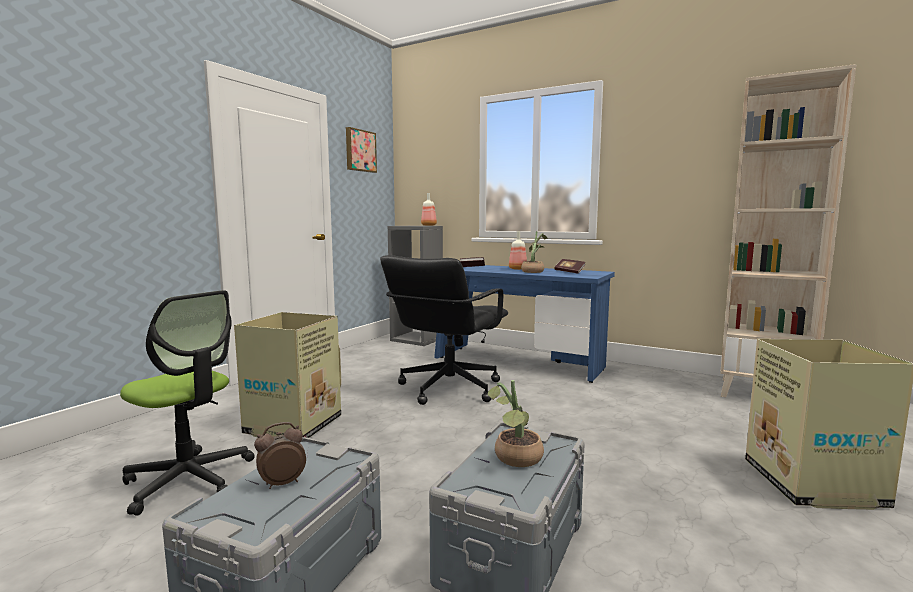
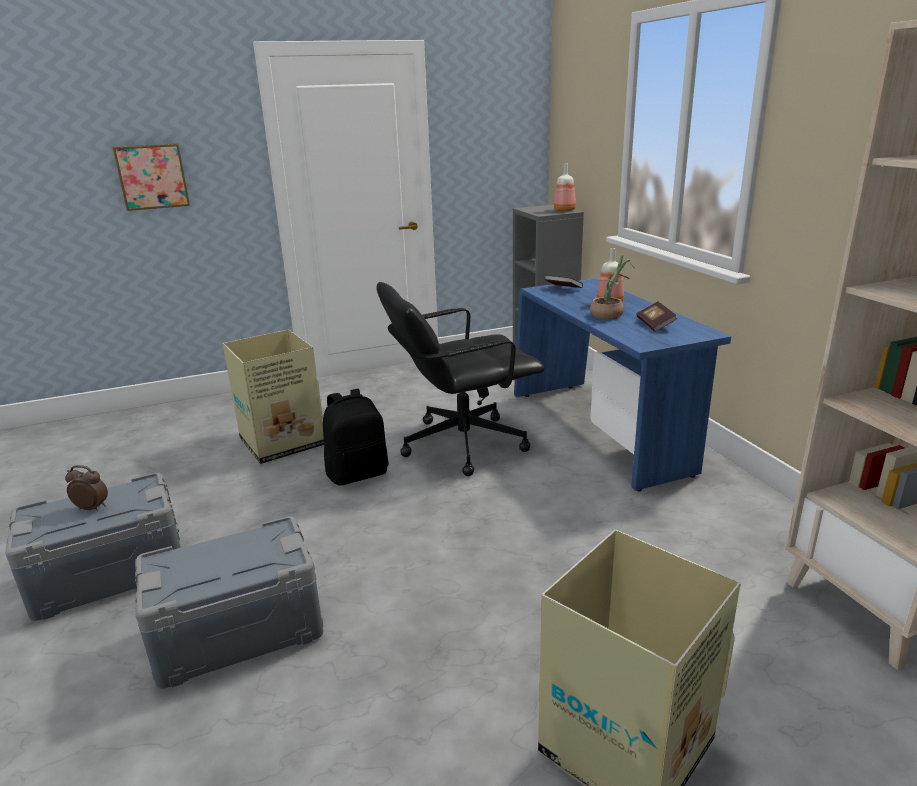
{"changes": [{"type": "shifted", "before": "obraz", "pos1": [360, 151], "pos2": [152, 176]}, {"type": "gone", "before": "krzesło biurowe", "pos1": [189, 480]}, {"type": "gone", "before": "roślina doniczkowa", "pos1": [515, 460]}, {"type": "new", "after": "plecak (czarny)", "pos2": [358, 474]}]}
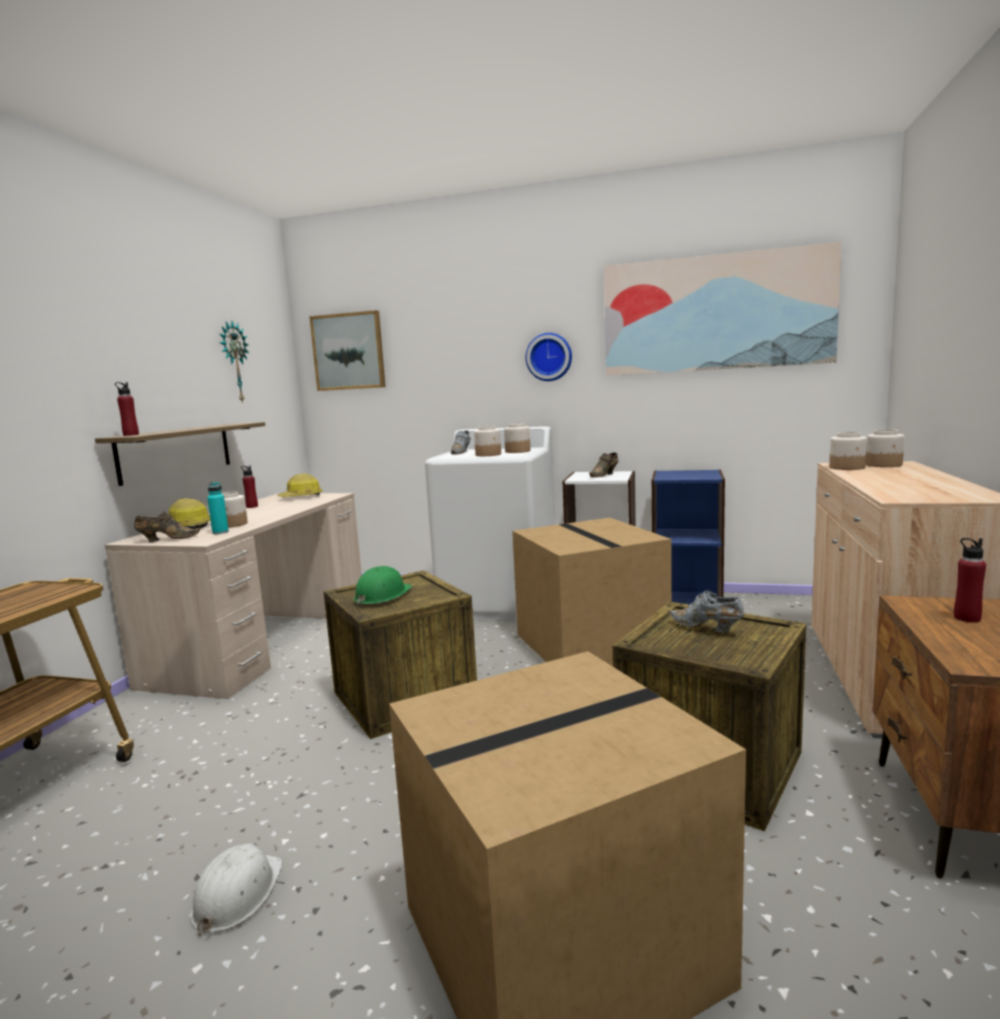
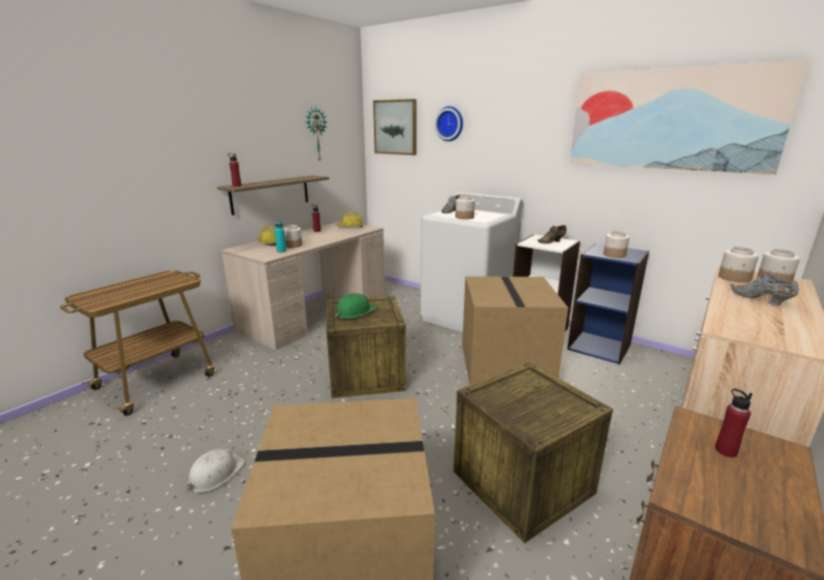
{"changes": [{"type": "shifted", "before": "zegar ścienny", "pos1": [549, 357], "pos2": [450, 124]}, {"type": "shifted", "before": "słoik", "pos1": [517, 451], "pos2": [614, 255]}, {"type": "gone", "before": "but (brązowy)", "pos1": [166, 539]}, {"type": "shifted", "before": "but (szary)", "pos1": [707, 628], "pos2": [761, 300]}]}
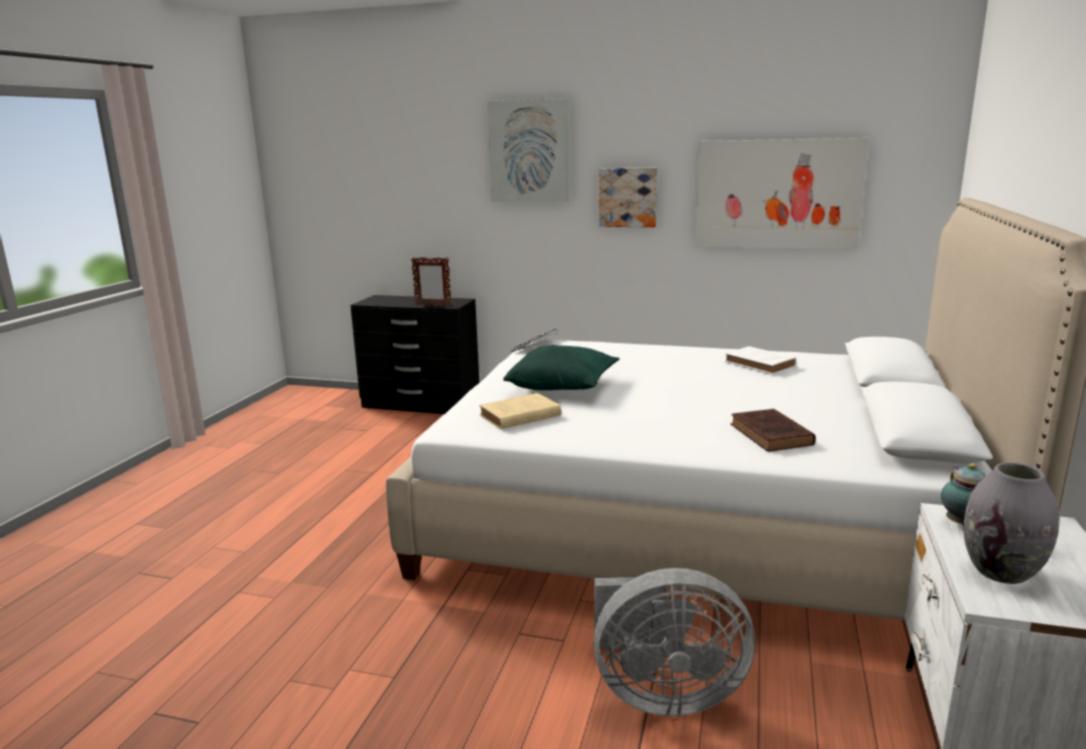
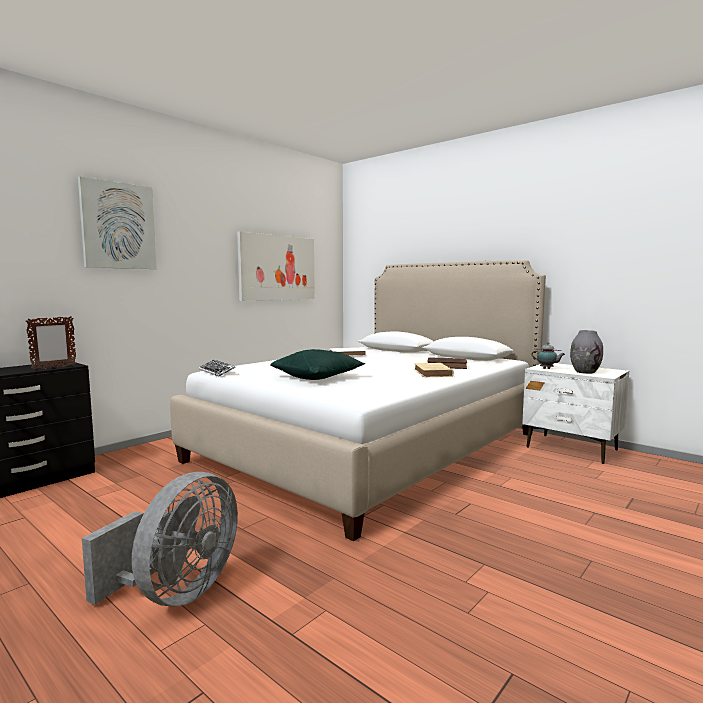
{"changes": [{"type": "gone", "before": "obraz", "pos1": [628, 197]}, {"type": "shifted", "before": "książka (beżowy)", "pos1": [518, 416], "pos2": [433, 373]}, {"type": "shifted", "before": "wentylator (szary)", "pos1": [662, 694], "pos2": [176, 593]}]}
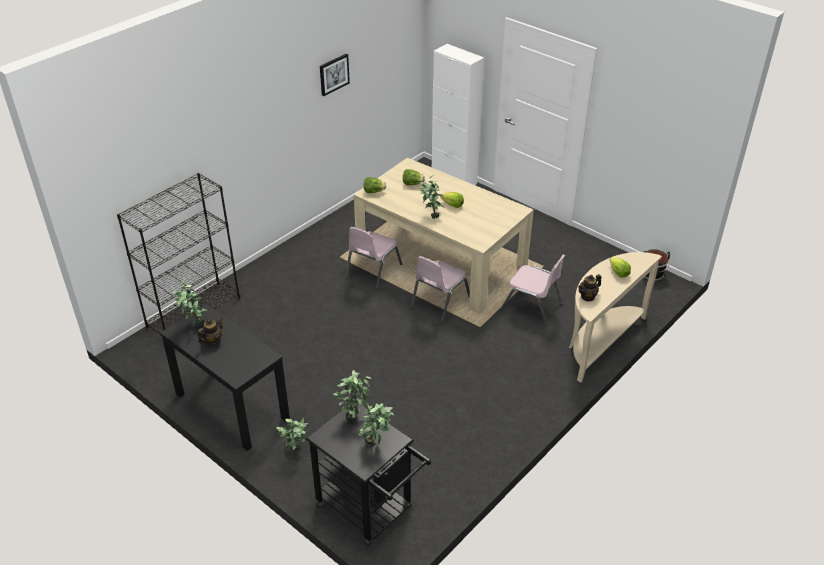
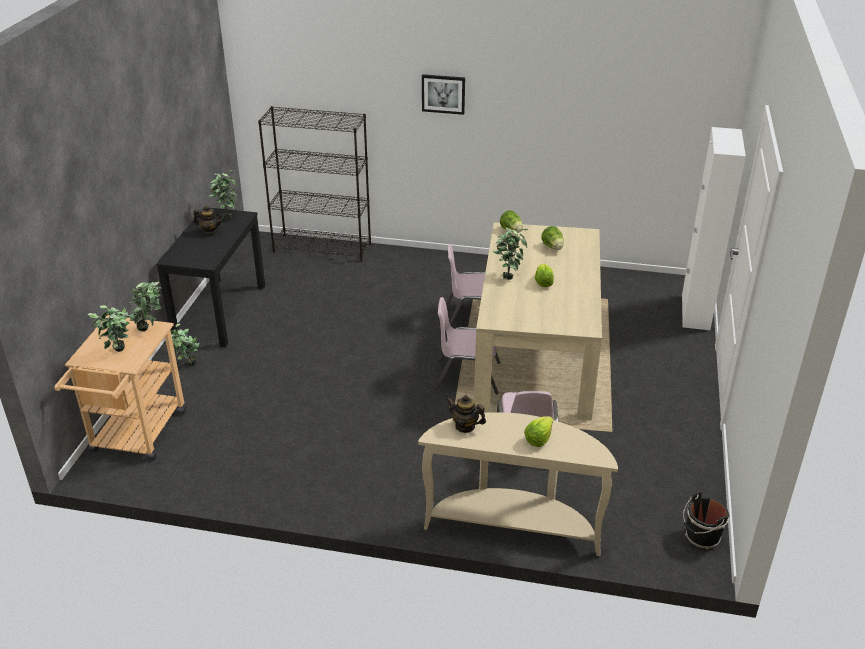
{"changes": [{"type": "shifted", "before": "obraz", "pos1": [333, 74], "pos2": [443, 94]}, {"type": "repainted", "before": "wózek (czarny)", "after": "wózek (beżowy)", "pos1": [370, 511], "pos2": [135, 437]}]}
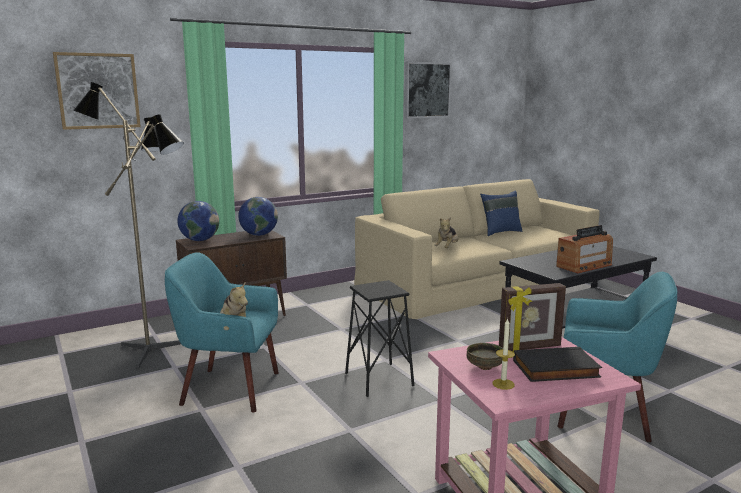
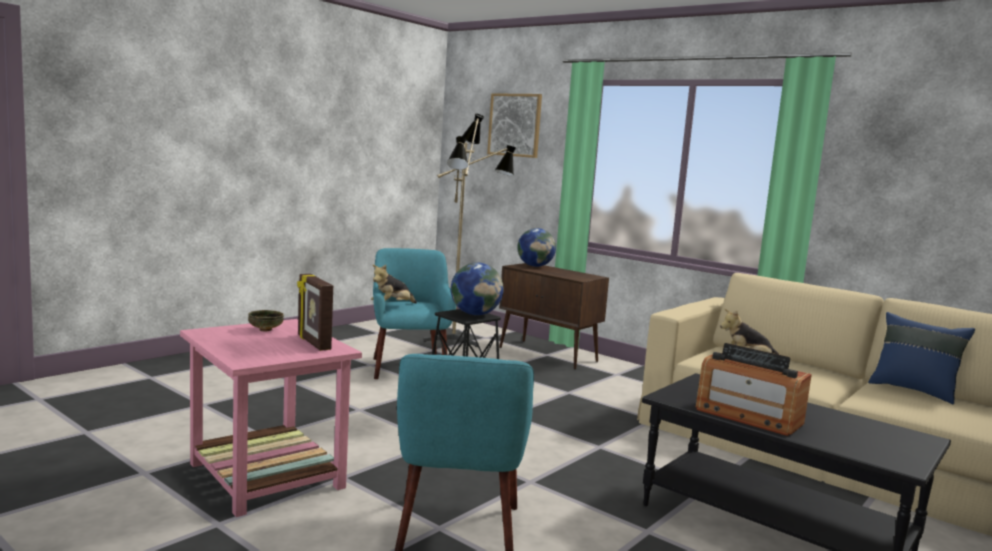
{"changes": [{"type": "gone", "before": "obraz", "pos1": [427, 90]}, {"type": "shifted", "before": "globus", "pos1": [259, 235], "pos2": [475, 314]}, {"type": "gone", "before": "świeca", "pos1": [503, 384]}, {"type": "gone", "before": "książka (czarny)", "pos1": [555, 370]}]}
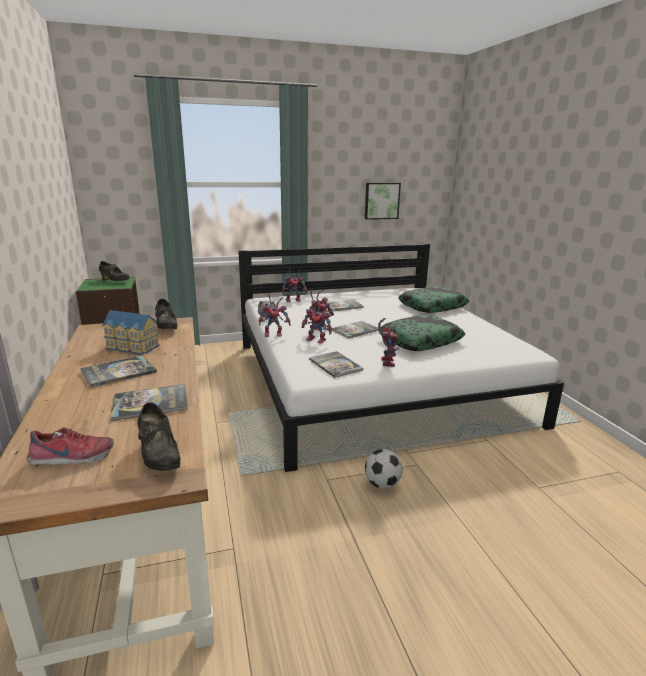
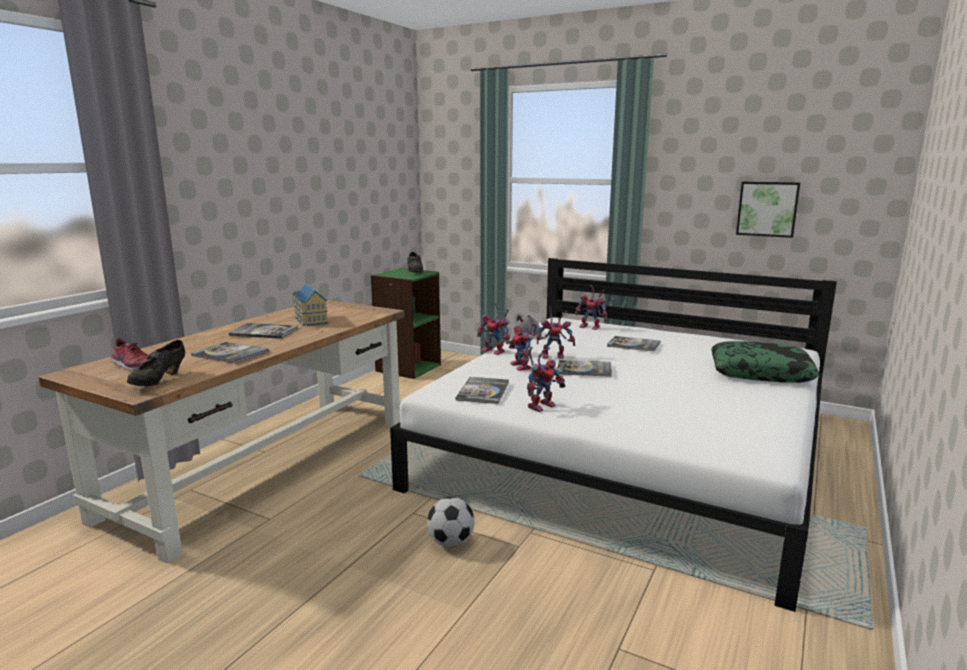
{"changes": [{"type": "gone", "before": "but (czarny)", "pos1": [166, 327]}, {"type": "gone", "before": "poduszka", "pos1": [420, 341]}]}
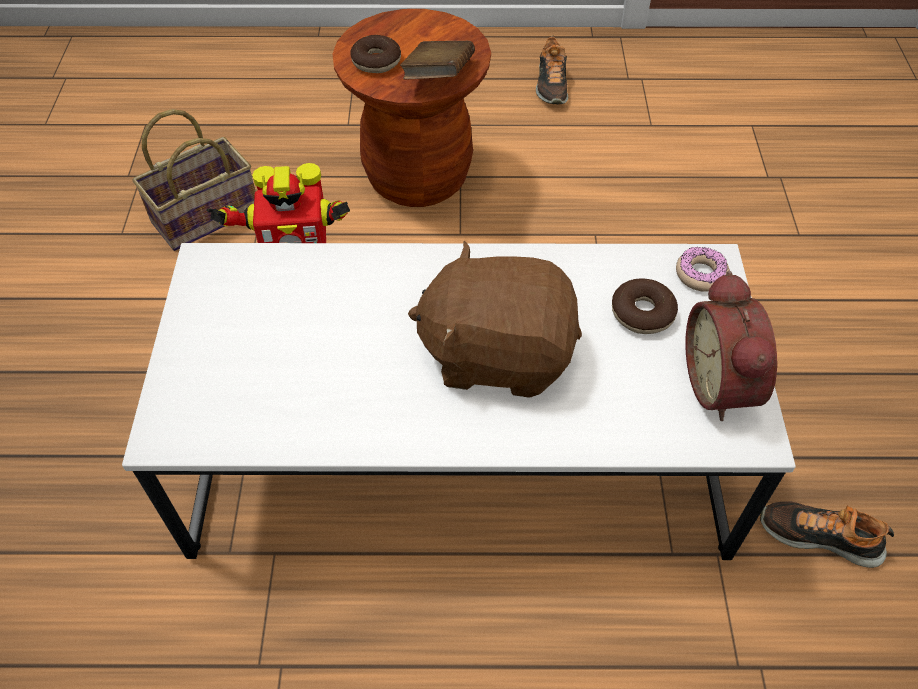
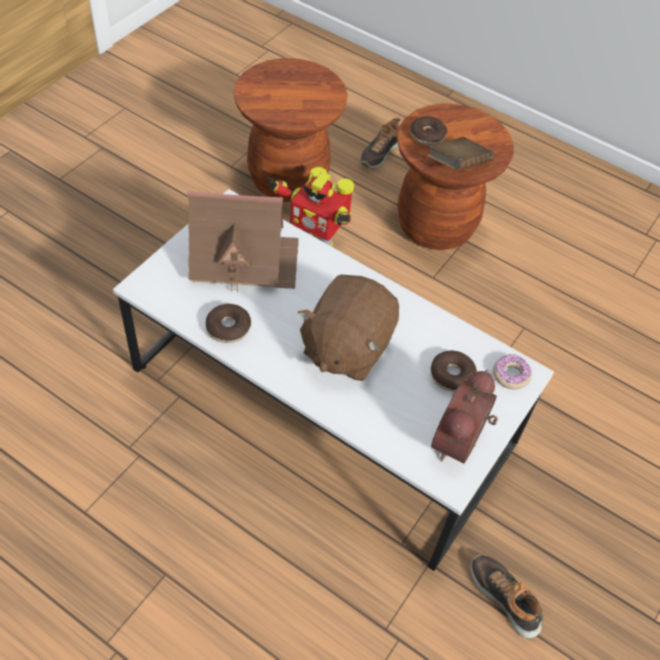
{"changes": [{"type": "shifted", "before": "but", "pos1": [551, 85], "pos2": [380, 152]}, {"type": "swapped", "before": "koszyk", "after": "stołek (brązowy)", "pos1": [207, 213], "pos2": [288, 180]}, {"type": "rotated", "before": "pluszak (brązowy)", "pos1": [497, 353], "pos2": [346, 347], "turn": -105}, {"type": "new", "after": "domek", "pos2": [244, 260]}, {"type": "new", "after": "donut", "pos2": [228, 328]}]}
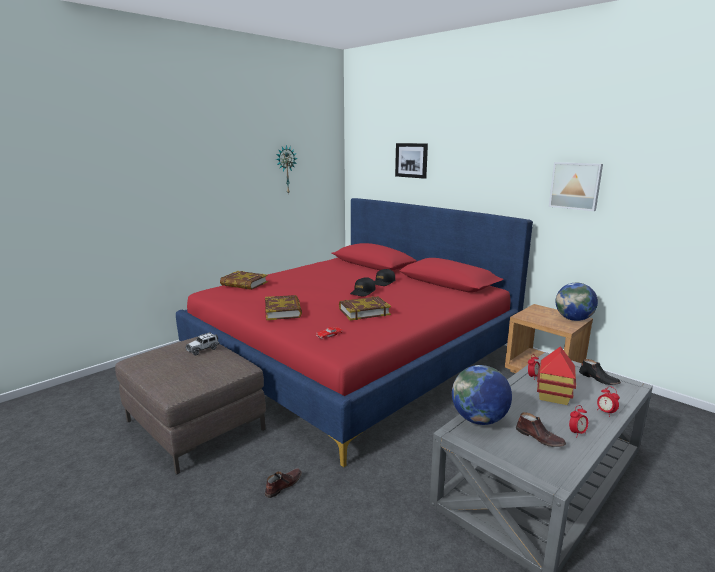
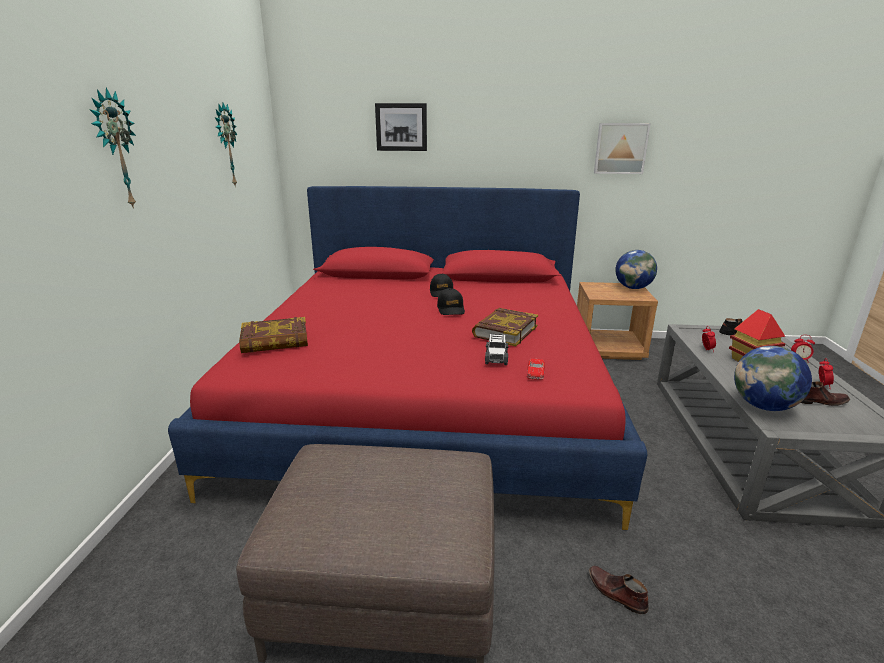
{"changes": [{"type": "gone", "before": "książka", "pos1": [283, 311]}, {"type": "shifted", "before": "samochodzik", "pos1": [203, 349], "pos2": [496, 357]}, {"type": "rotated", "before": "but (brązowy)", "pos1": [283, 485], "pos2": [616, 593], "turn": -45}, {"type": "new", "after": "zegar ścienny", "pos2": [115, 150]}]}
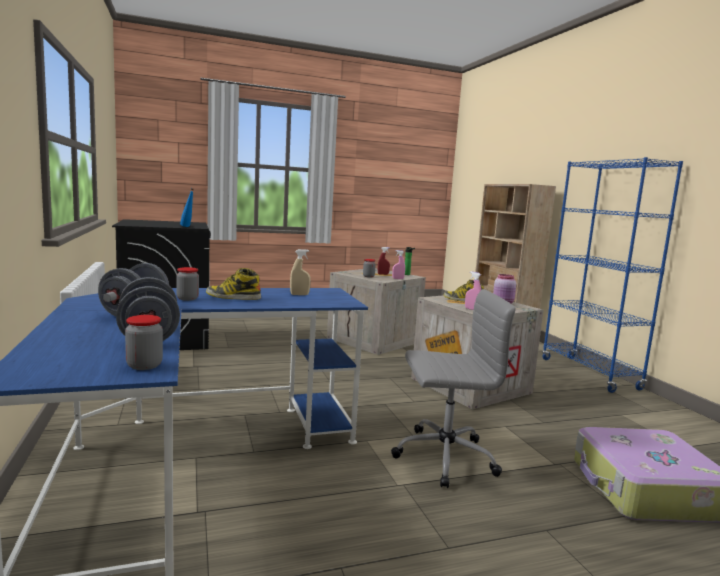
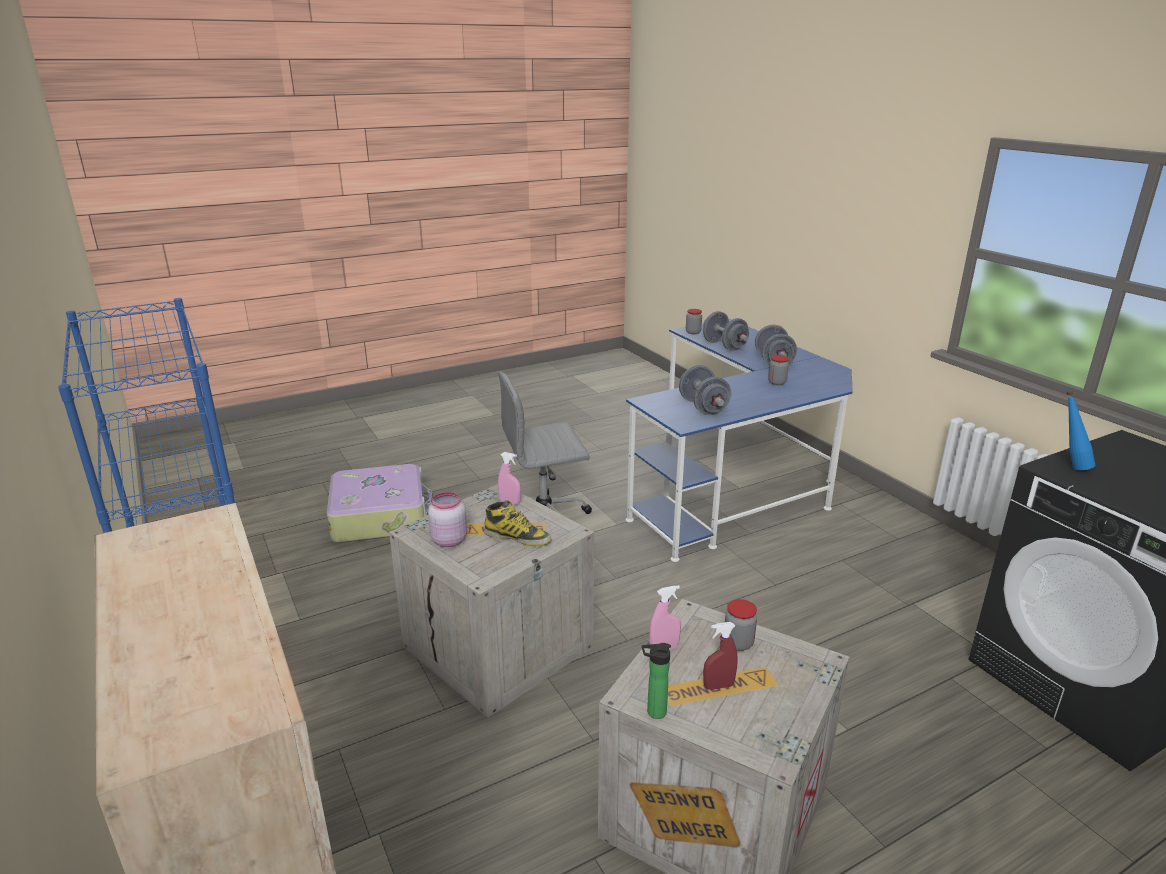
{"changes": [{"type": "swapped", "before": "spryskiwacz (beżowy)", "after": "hantel (szary)", "pos1": [299, 294], "pos2": [703, 407]}, {"type": "gone", "before": "but z cholewką", "pos1": [233, 297]}]}
